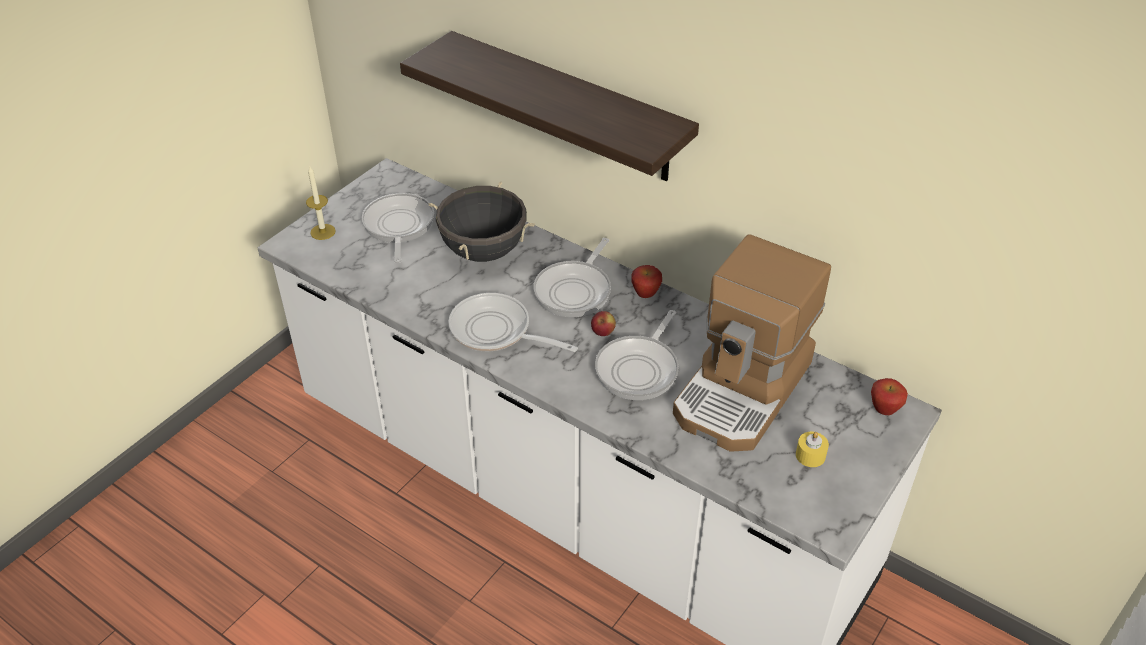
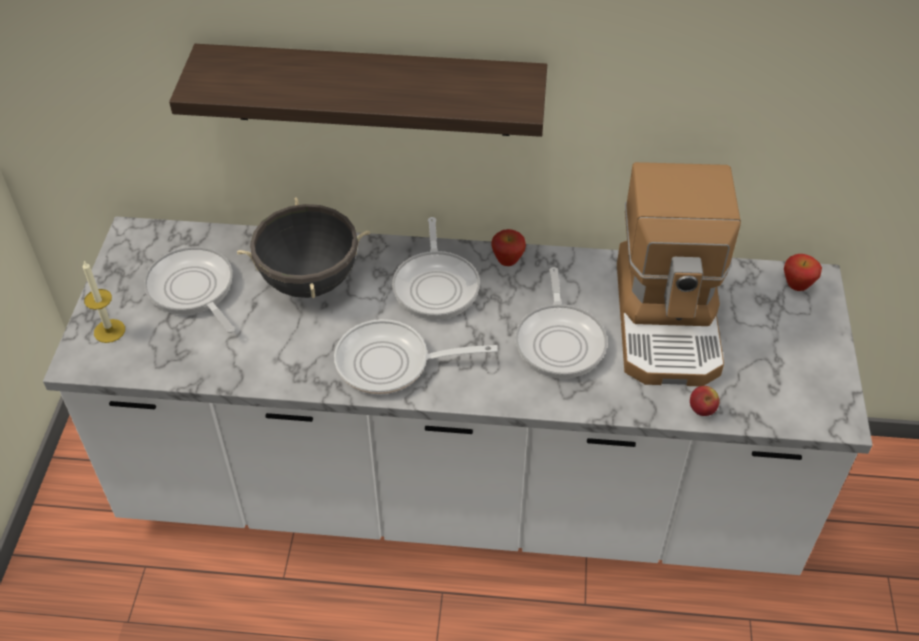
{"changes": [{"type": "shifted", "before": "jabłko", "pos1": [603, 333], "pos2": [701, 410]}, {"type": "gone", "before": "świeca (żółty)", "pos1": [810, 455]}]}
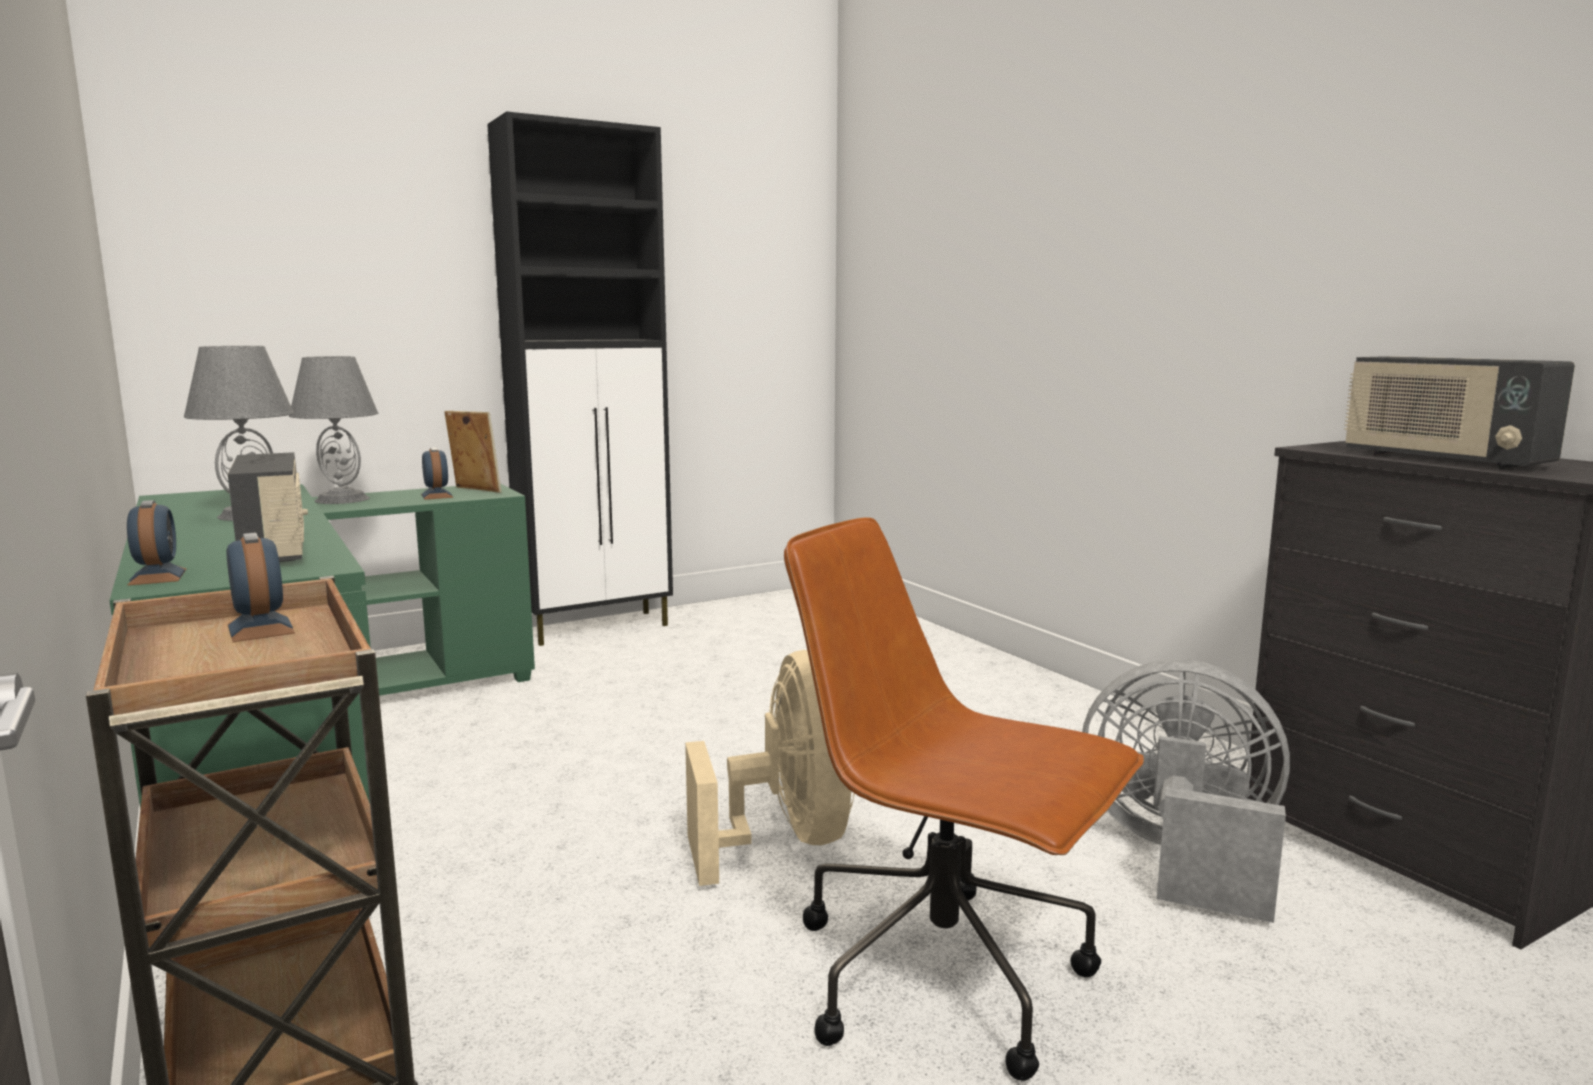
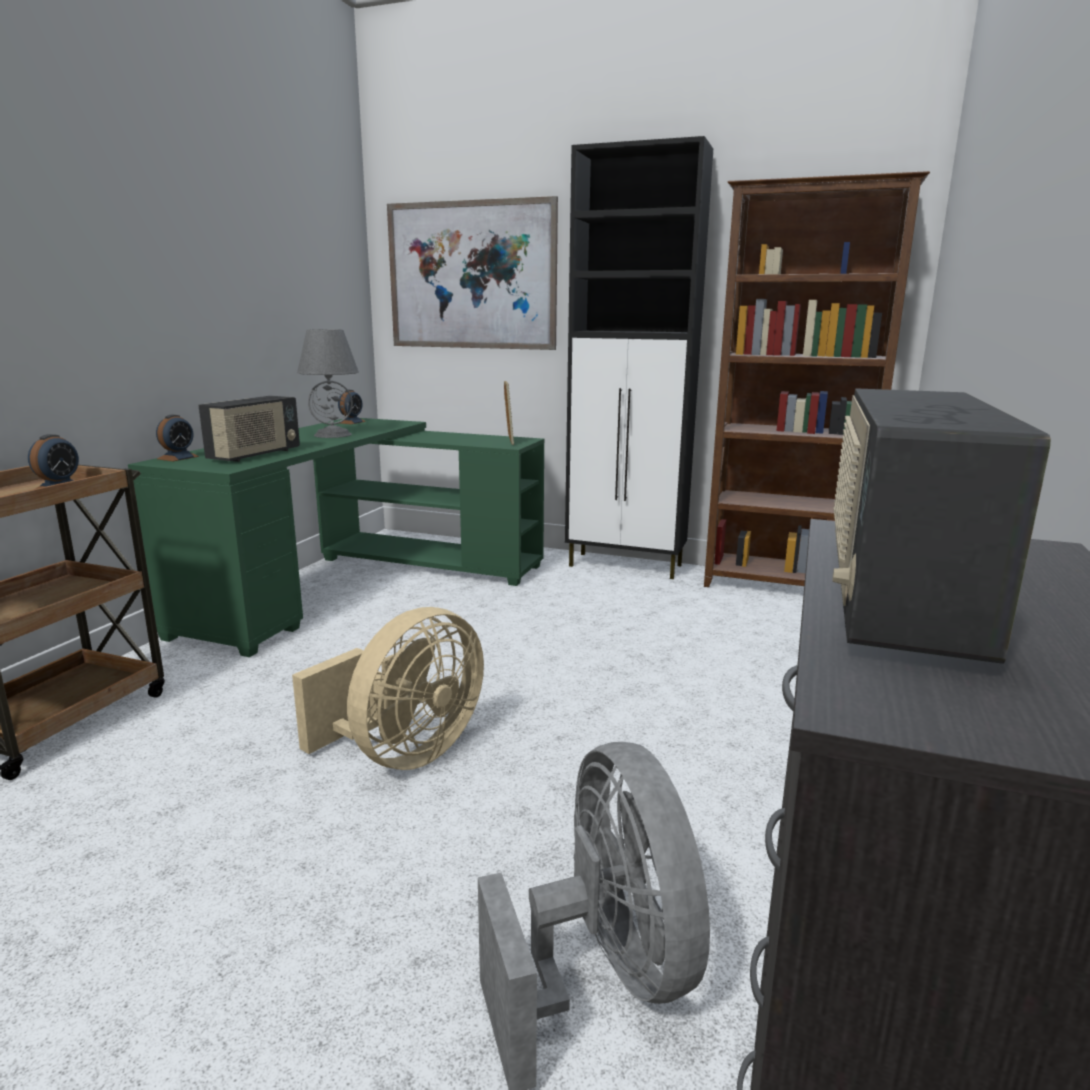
{"changes": [{"type": "gone", "before": "lampa stołowa (szary)", "pos1": [343, 499]}, {"type": "shifted", "before": "budzik", "pos1": [437, 496], "pos2": [351, 422]}, {"type": "gone", "before": "krzesło biurowe (brązowy)", "pos1": [946, 977]}, {"type": "new", "after": "regał (brązowy)", "pos2": [782, 586]}, {"type": "new", "after": "obraz", "pos2": [471, 276]}]}
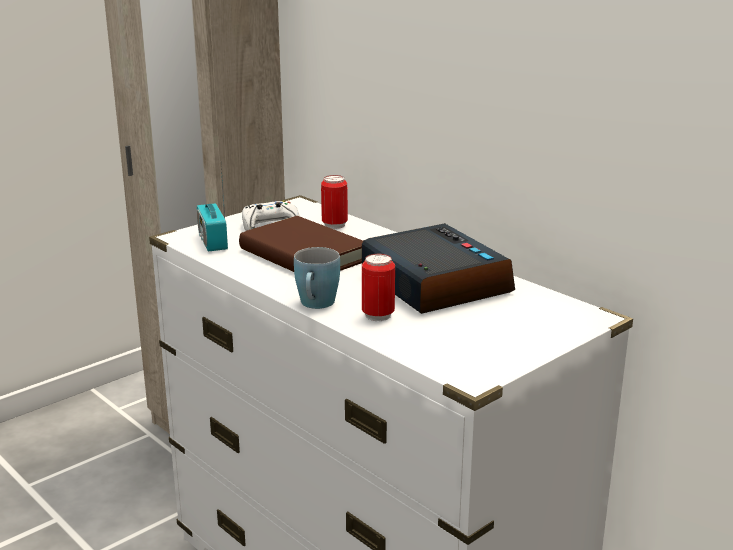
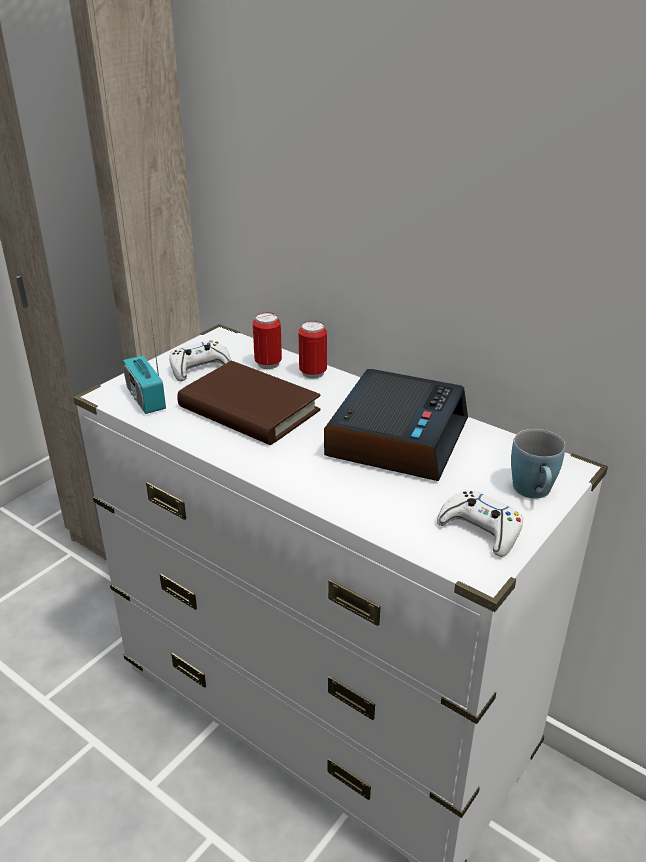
{"changes": [{"type": "rotated", "before": "budzik", "pos1": [433, 283], "pos2": [396, 437], "turn": 60}, {"type": "shifted", "before": "kubek (niebieski)", "pos1": [316, 305], "pos2": [534, 493]}, {"type": "shifted", "before": "puszka", "pos1": [378, 315], "pos2": [313, 373]}, {"type": "new", "after": "pad do gier (biały)", "pos2": [480, 530]}]}
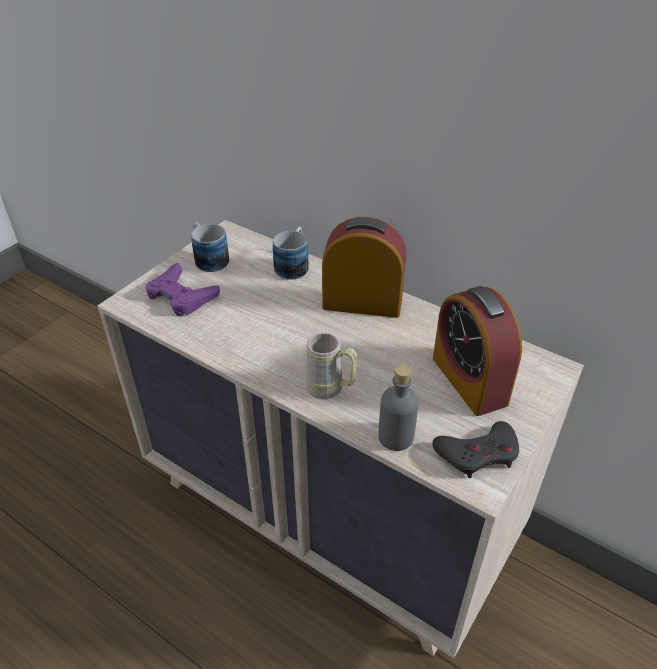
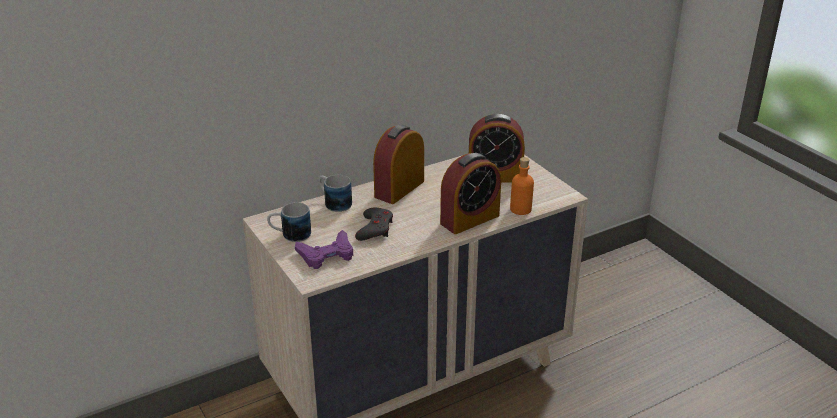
{"changes": [{"type": "swapped", "before": "kubek (beżowy)", "after": "budzik", "pos1": [330, 390], "pos2": [470, 219]}, {"type": "repainted", "before": "butelka (szary)", "after": "butelka (pomarańczowy)", "pos1": [396, 437], "pos2": [520, 209]}, {"type": "shifted", "before": "pad do gier (szary)", "pos1": [478, 453], "pos2": [375, 228]}]}
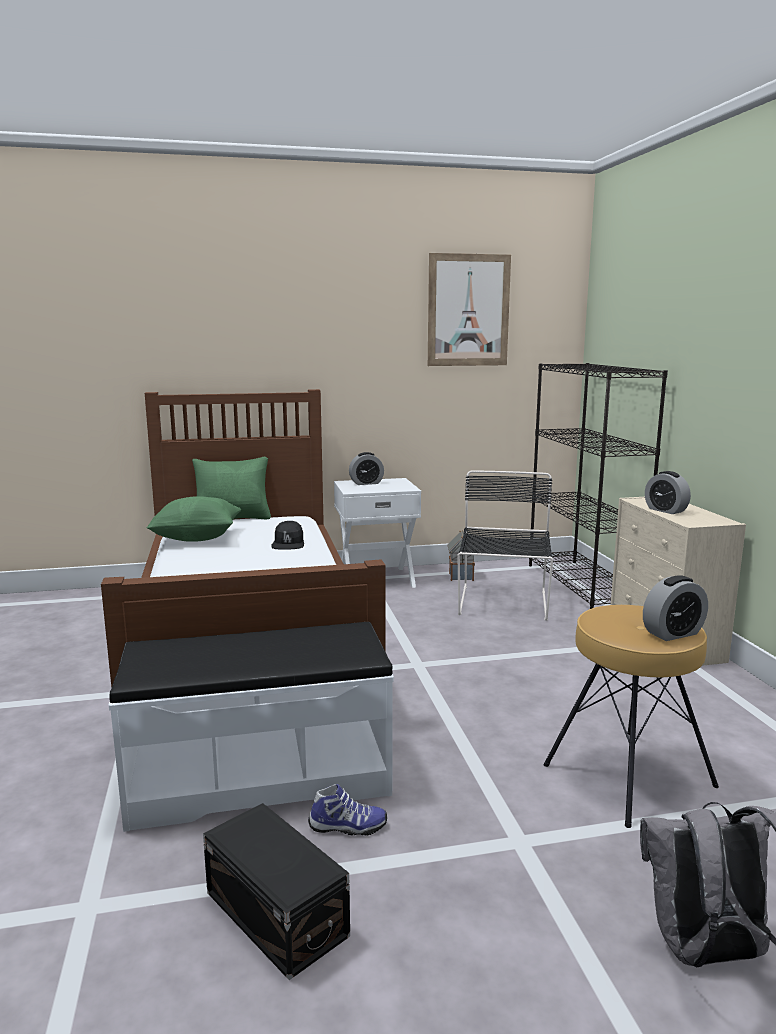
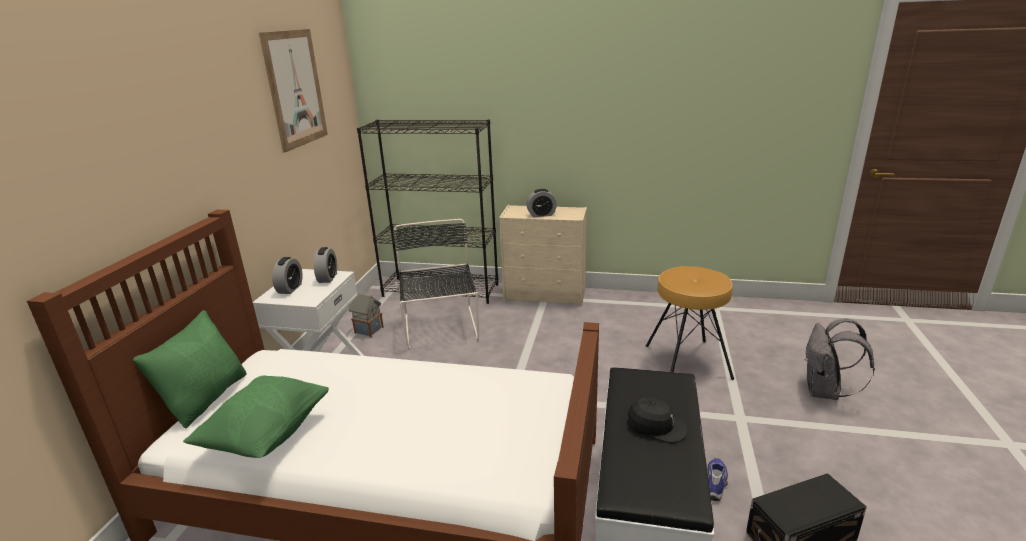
{"changes": [{"type": "rotated", "before": "krzesło (czarny)", "pos1": [503, 604], "pos2": [441, 329], "turn": 45}, {"type": "shifted", "before": "czapka z daszkiem (czarny)", "pos1": [288, 543], "pos2": [656, 426]}, {"type": "shifted", "before": "budzik", "pos1": [673, 633], "pos2": [328, 278]}]}
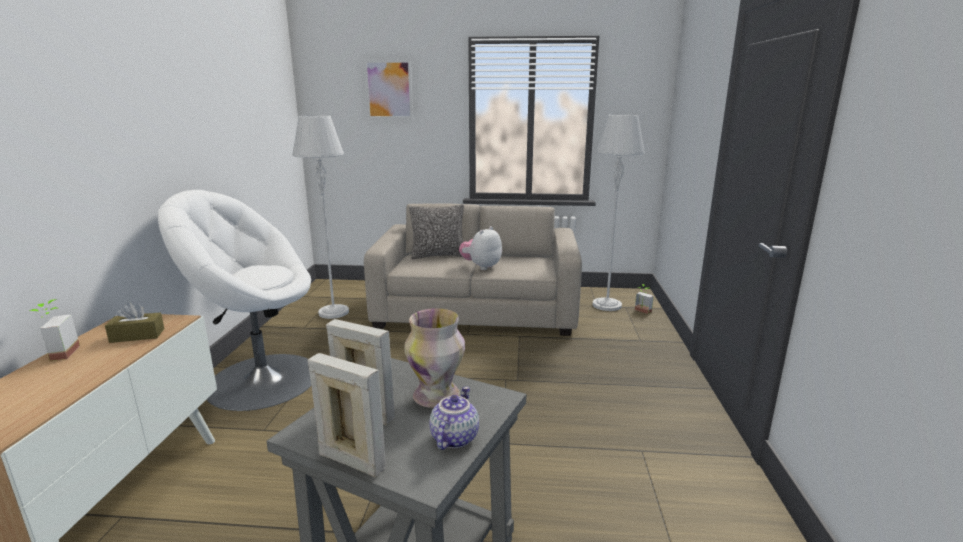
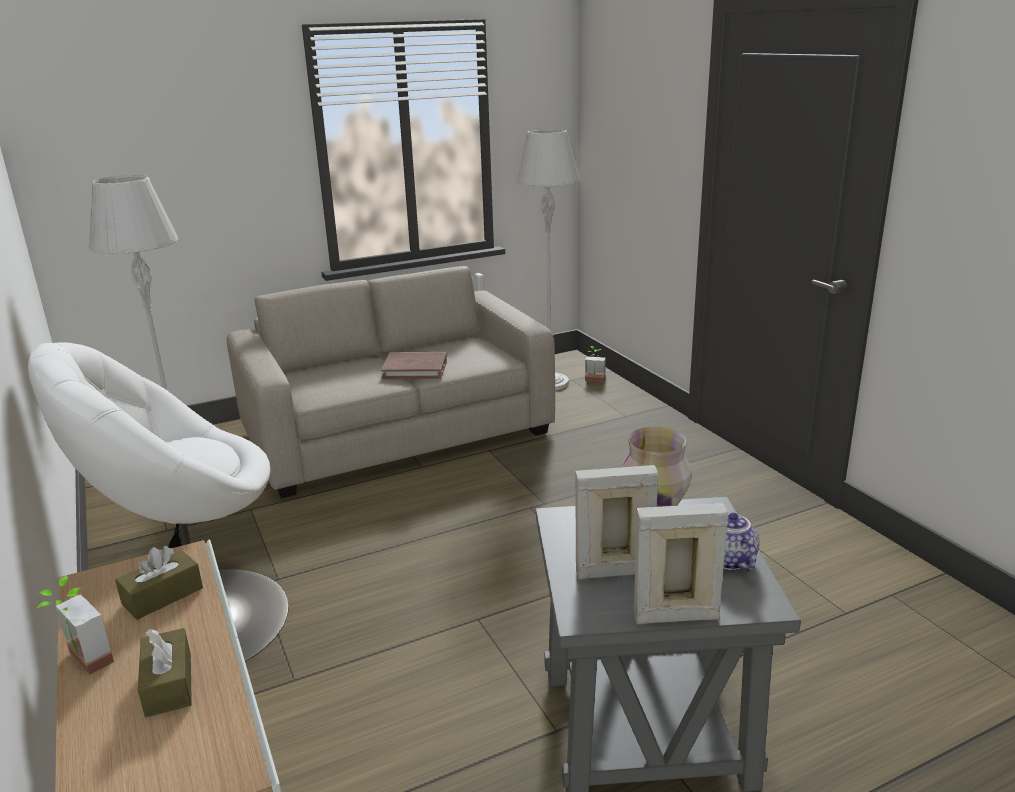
{"changes": [{"type": "gone", "before": "obraz", "pos1": [389, 89]}, {"type": "gone", "before": "poduszka", "pos1": [438, 256]}, {"type": "swapped", "before": "pluszak", "after": "książka (brązowy)", "pos1": [481, 266], "pos2": [415, 369]}, {"type": "new", "after": "pudełko chusteczek (brązowy)", "pos2": [169, 684]}]}
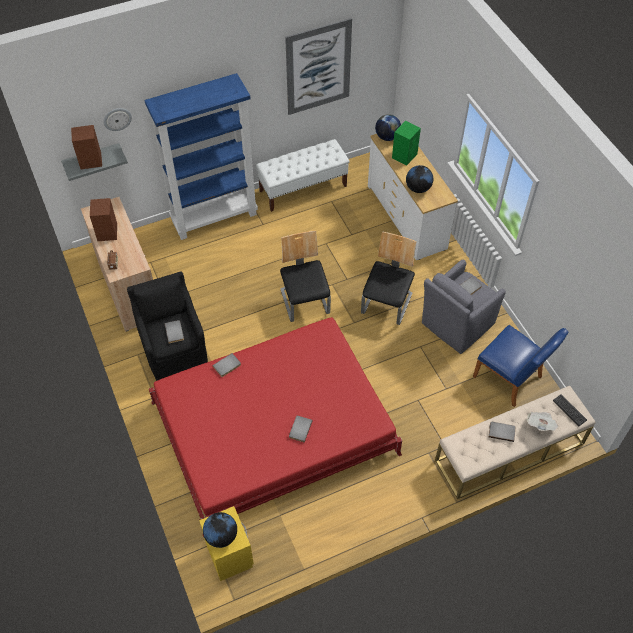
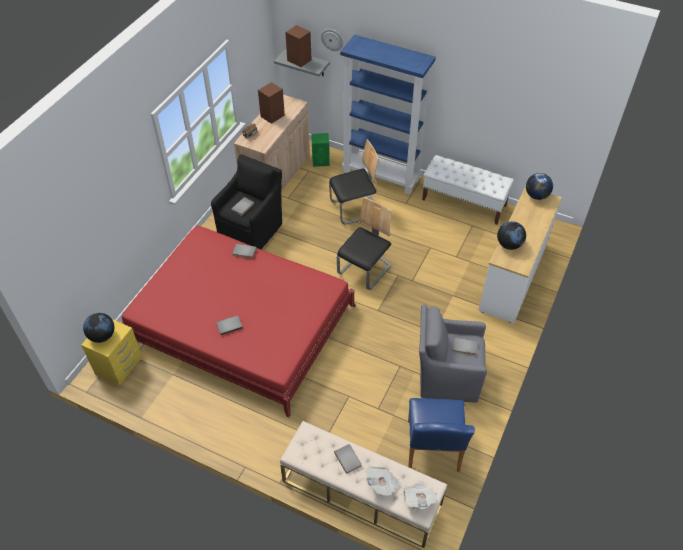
{"changes": [{"type": "gone", "before": "obraz", "pos1": [318, 67]}, {"type": "shifted", "before": "głośnik (zielony)", "pos1": [405, 155], "pos2": [321, 161]}, {"type": "shifted", "before": "krzesło", "pos1": [387, 304], "pos2": [354, 209]}, {"type": "swapped", "before": "klawiatura", "after": "gazeta", "pos1": [569, 410], "pos2": [418, 498]}]}
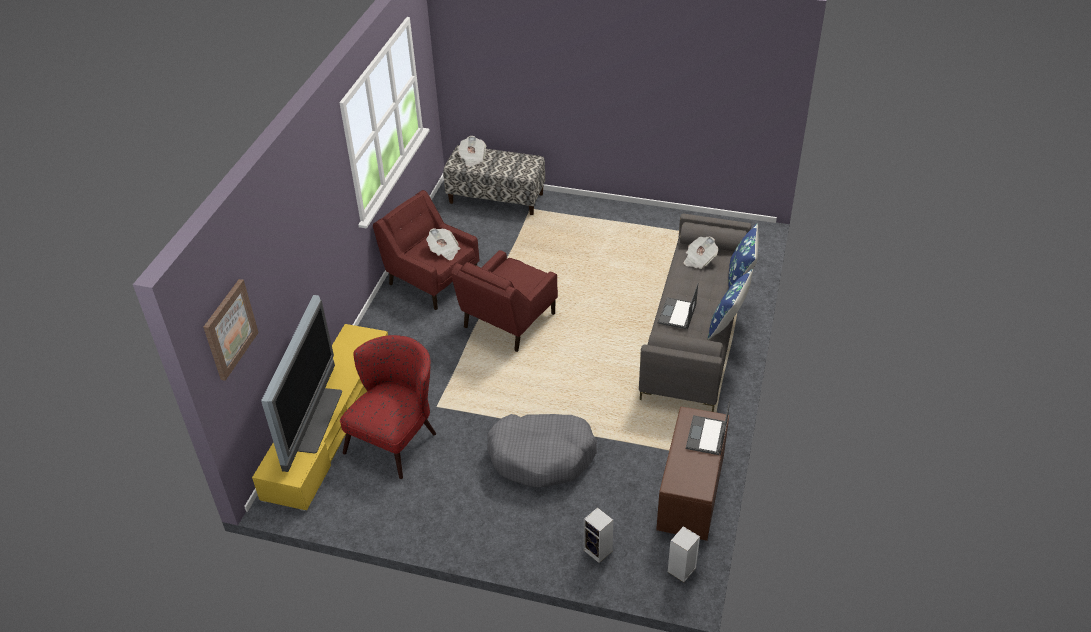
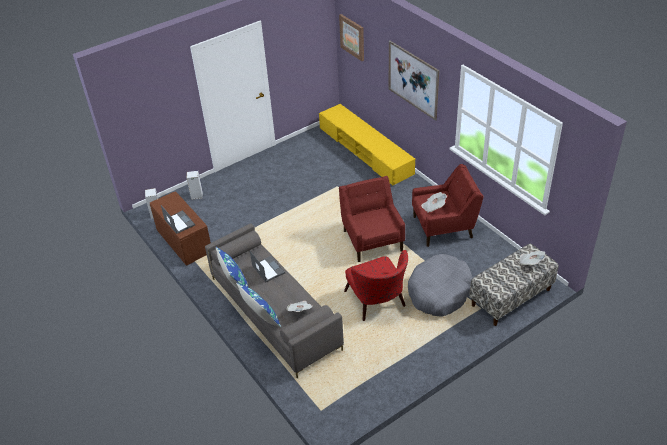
{"changes": [{"type": "gone", "before": "telewizor", "pos1": [312, 419]}, {"type": "shifted", "before": "fotel (czerwony)", "pos1": [397, 437], "pos2": [377, 303]}, {"type": "shifted", "before": "legowisko (szary)", "pos1": [542, 456], "pos2": [439, 292]}, {"type": "new", "after": "obraz", "pos2": [413, 80]}]}
